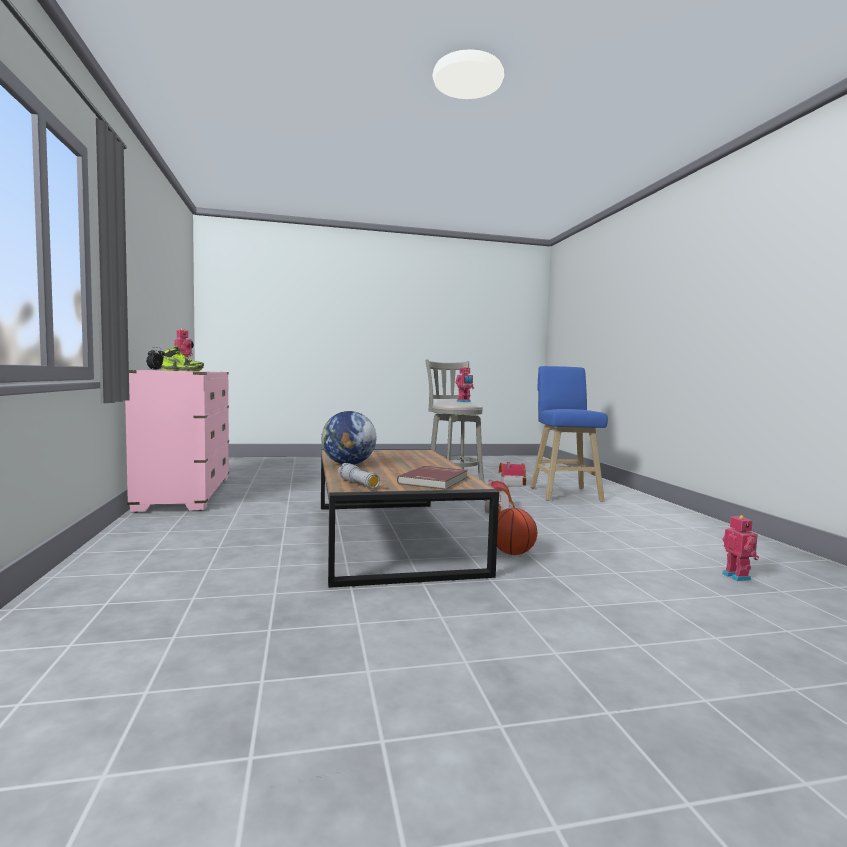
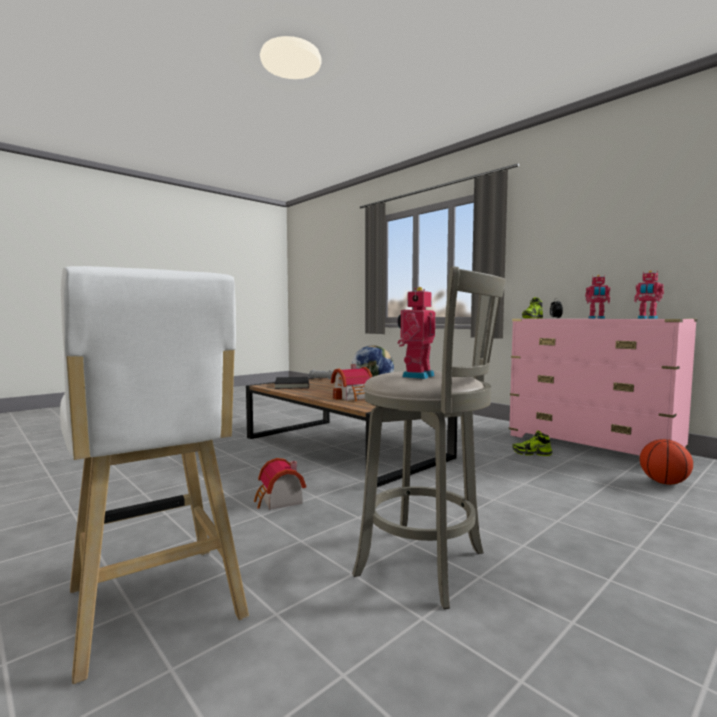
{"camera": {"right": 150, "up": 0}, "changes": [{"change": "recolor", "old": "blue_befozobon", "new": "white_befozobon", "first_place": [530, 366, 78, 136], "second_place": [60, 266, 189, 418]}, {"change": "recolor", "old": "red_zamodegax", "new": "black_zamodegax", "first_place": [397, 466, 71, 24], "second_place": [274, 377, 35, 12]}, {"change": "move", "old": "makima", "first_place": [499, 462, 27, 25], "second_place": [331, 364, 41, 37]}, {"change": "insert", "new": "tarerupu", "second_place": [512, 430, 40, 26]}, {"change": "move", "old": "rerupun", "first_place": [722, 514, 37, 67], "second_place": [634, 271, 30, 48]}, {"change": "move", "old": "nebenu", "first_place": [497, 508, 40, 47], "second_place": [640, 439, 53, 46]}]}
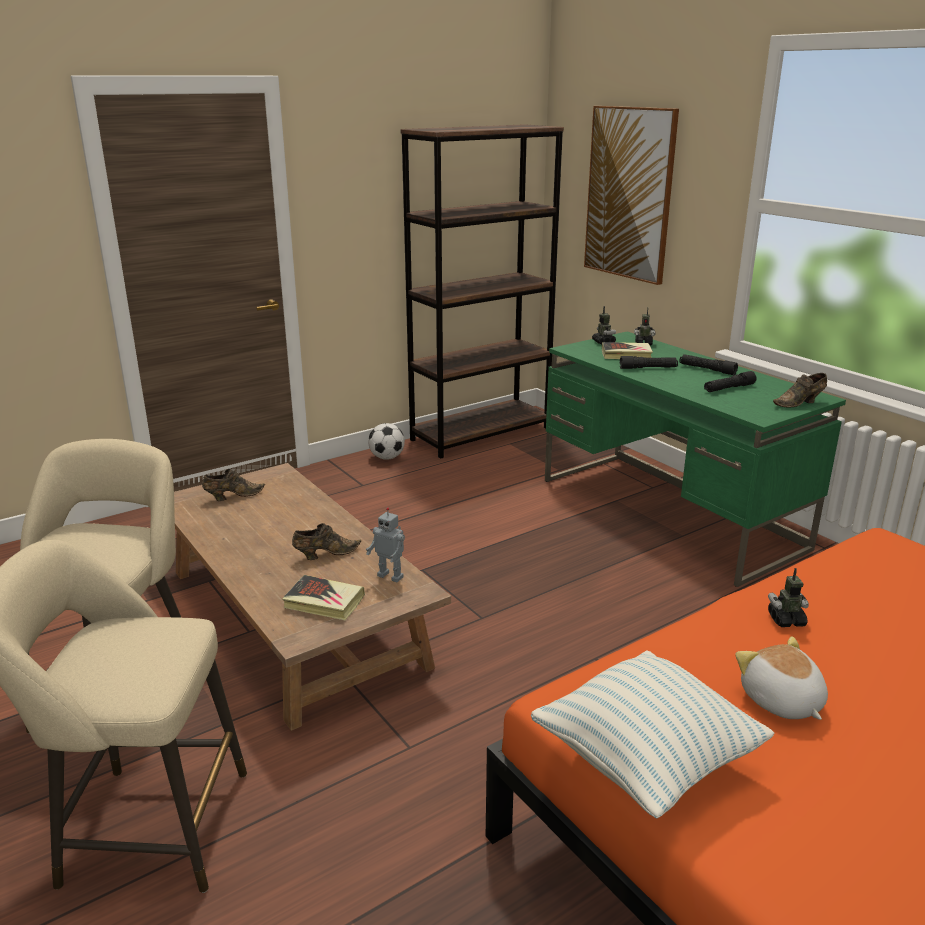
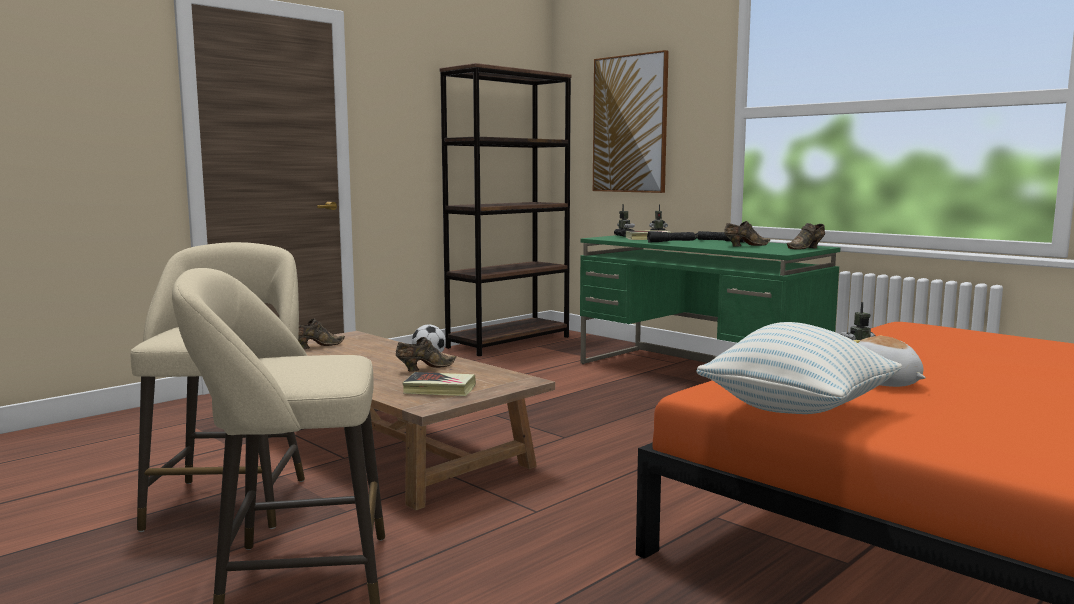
{"camera": {"right": -10, "up": -15}, "changes": [{"change": "replace", "old": "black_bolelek", "new": "brown_tarerupu", "first_place": [704, 371, 53, 21], "second_place": [724, 221, 47, 25]}, {"change": "delete", "old": "rerupun", "first_place": [366, 507, 39, 75]}]}
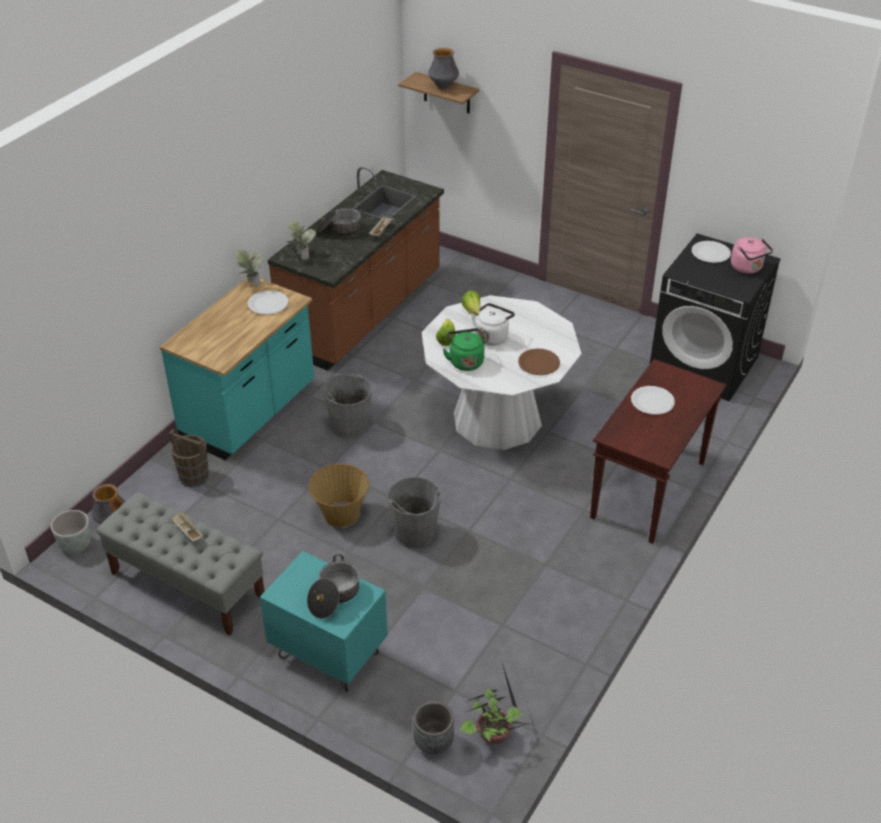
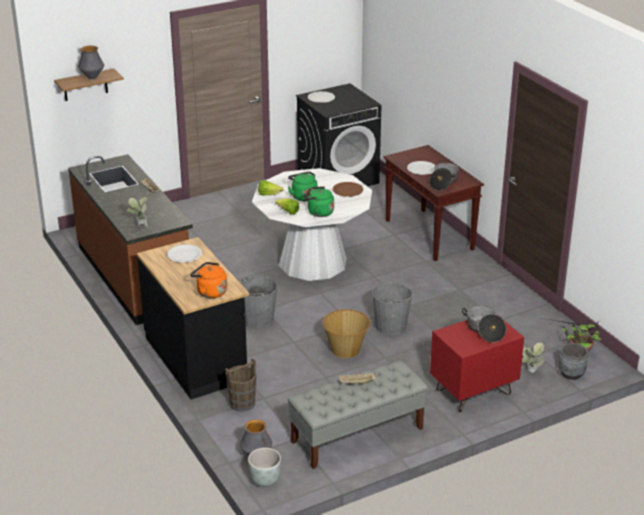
{"camera": {"right": -60, "up": -10}, "changes": [{"change": "recolor", "old": "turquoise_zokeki", "new": "black_zokeki", "first_place": [160, 278, 154, 182], "second_place": [137, 237, 112, 162]}, {"change": "insert", "new": "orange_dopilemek", "second_place": [190, 262, 37, 36]}, {"change": "recolor", "old": "white_dopilemek", "new": "green_dopilemek", "first_place": [471, 303, 44, 43], "second_place": [288, 171, 29, 30]}, {"change": "move", "old": "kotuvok", "first_place": [315, 207, 48, 29], "second_place": [429, 160, 30, 30]}, {"change": "recolor", "old": "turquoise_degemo", "new": "red_degemo", "first_place": [260, 551, 128, 141], "second_place": [430, 316, 94, 96]}, {"change": "move", "old": "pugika", "first_place": [236, 249, 27, 38], "second_place": [522, 342, 23, 31]}, {"change": "delete", "old": "pink_dopilemek", "first_place": [731, 237, 42, 37]}]}
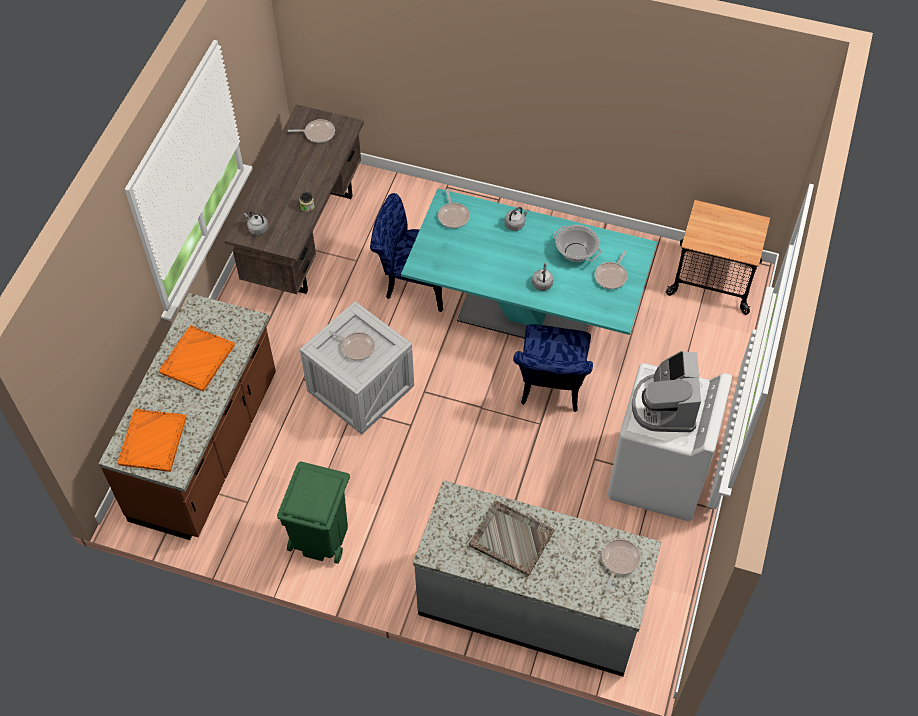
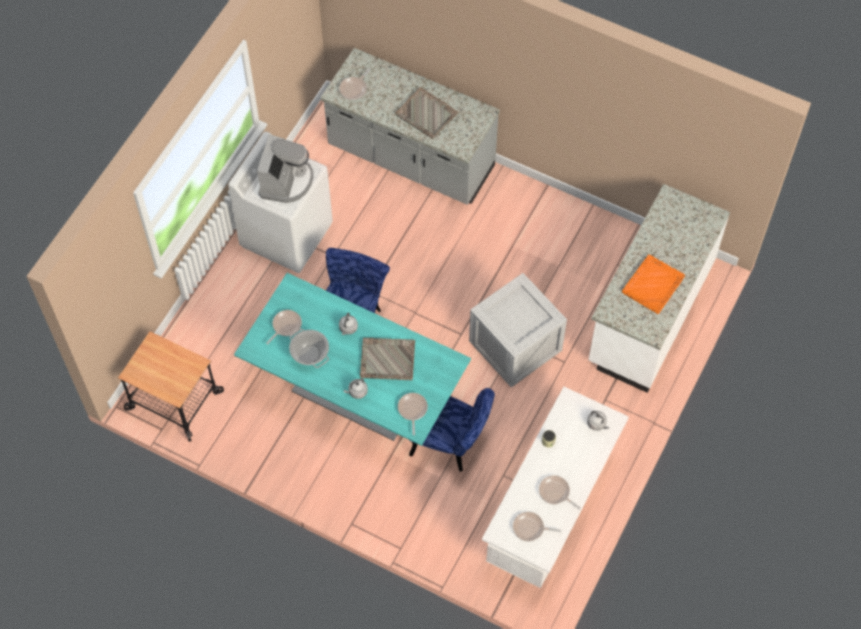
{"camera": {"right": -170, "up": 5}, "changes": [{"change": "insert", "new": "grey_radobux", "second_place": [360, 338, 55, 42]}, {"change": "recolor", "old": "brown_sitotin", "new": "white_sitotin", "first_place": [224, 104, 140, 190], "second_place": [482, 387, 147, 201]}, {"change": "move", "old": "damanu", "first_place": [328, 330, 47, 31], "second_place": [539, 475, 42, 35]}, {"change": "recolor", "old": "brown_zokeki", "new": "white_zokeki", "first_place": [98, 293, 178, 247], "second_place": [588, 184, 142, 209]}, {"change": "delete", "old": "orange_radobux", "first_place": [118, 409, 69, 63]}, {"change": "delete", "old": "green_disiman", "first_place": [277, 461, 73, 103]}]}
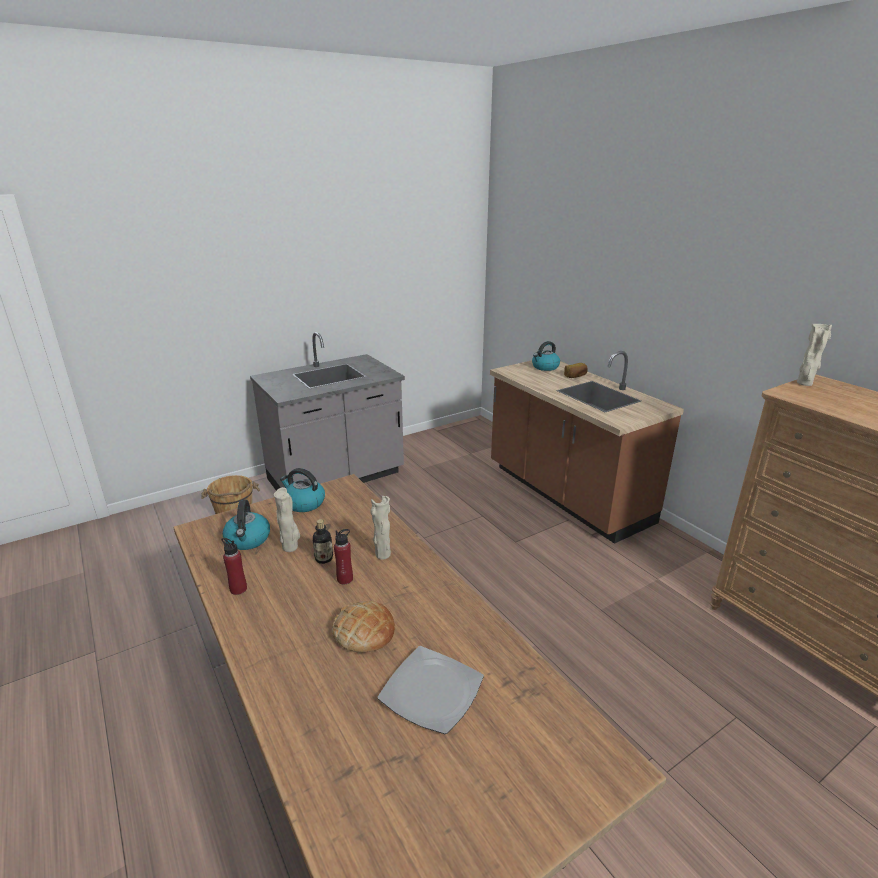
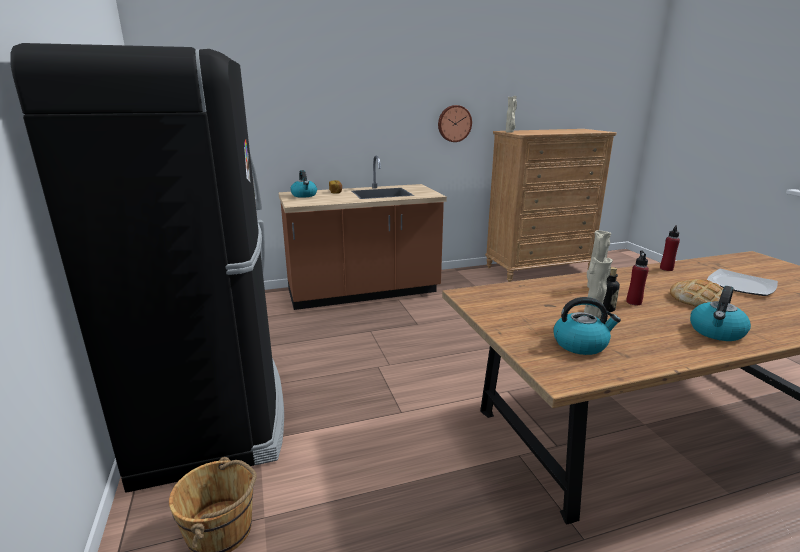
{"camera": {"right": -75, "up": -5}, "changes": [{"change": "replace", "old": "grey_zokeki", "new": "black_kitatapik", "first_place": [250, 332, 155, 159], "second_place": [10, 43, 274, 449]}, {"change": "insert", "new": "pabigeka", "second_place": [438, 105, 34, 37]}, {"change": "move", "old": "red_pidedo", "first_place": [221, 538, 26, 57], "second_place": [660, 225, 20, 46]}, {"change": "move", "old": "dopilemek", "first_place": [280, 468, 45, 44], "second_place": [690, 286, 61, 55]}]}
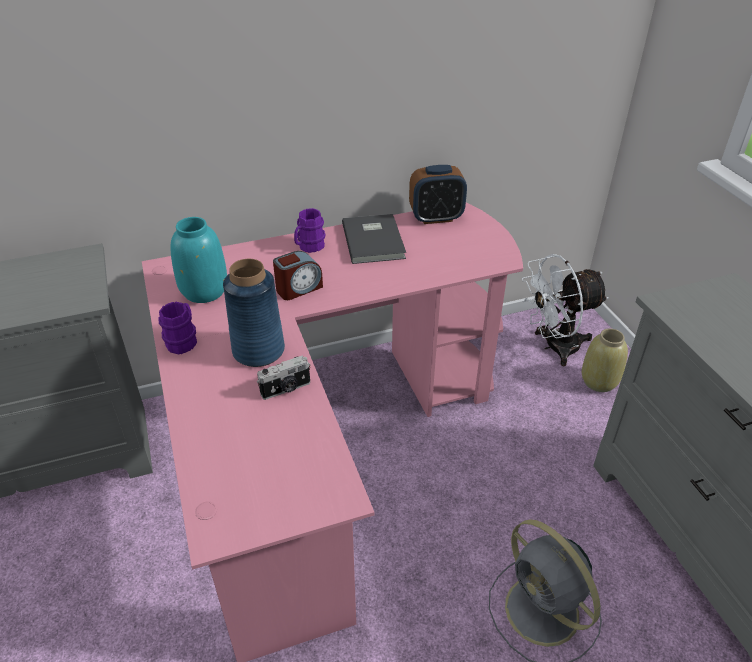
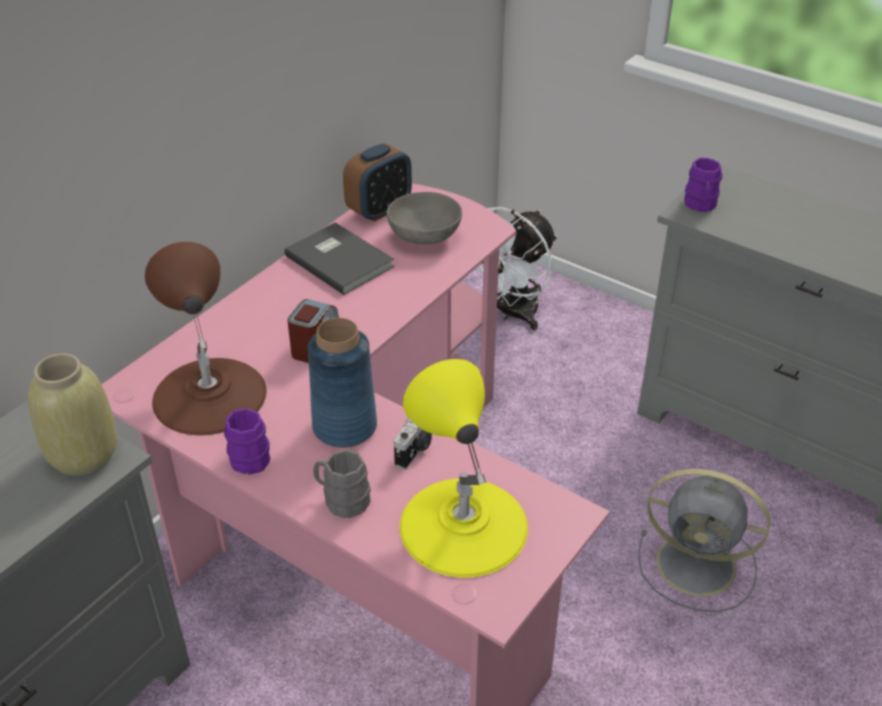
{"camera": {"right": -35, "up": 0}, "changes": [{"change": "move", "old": "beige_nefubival", "first_place": [582, 328, 46, 64], "second_place": [28, 353, 89, 122]}, {"change": "replace", "old": "turquoise_nefubival", "new": "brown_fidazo", "first_place": [171, 217, 56, 86], "second_place": [145, 242, 122, 193]}, {"change": "insert", "new": "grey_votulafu", "second_place": [313, 450, 58, 68]}, {"change": "insert", "new": "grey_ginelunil", "second_place": [387, 192, 75, 52]}, {"change": "insert", "new": "yellow_fidazo", "second_place": [400, 359, 128, 219]}, {"change": "move", "old": "purple_votulafu", "first_place": [294, 208, 31, 45], "second_place": [684, 158, 39, 54]}]}
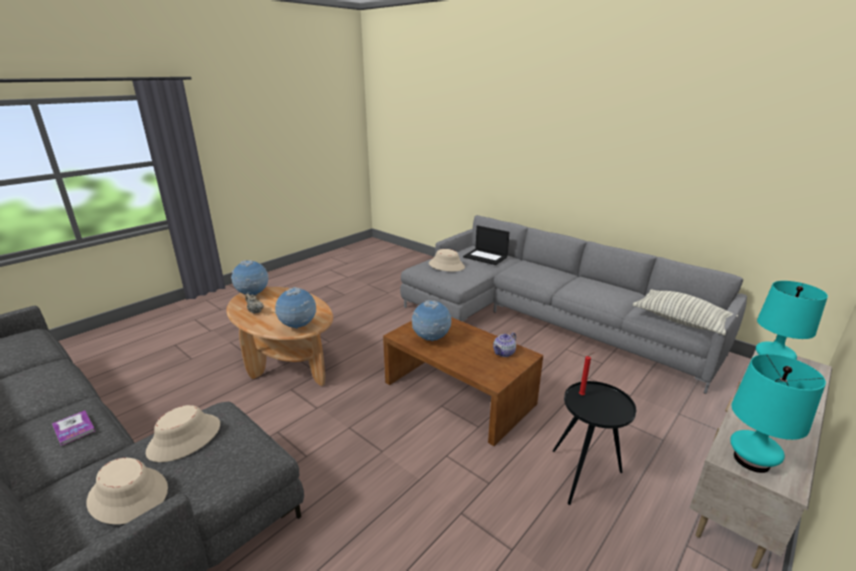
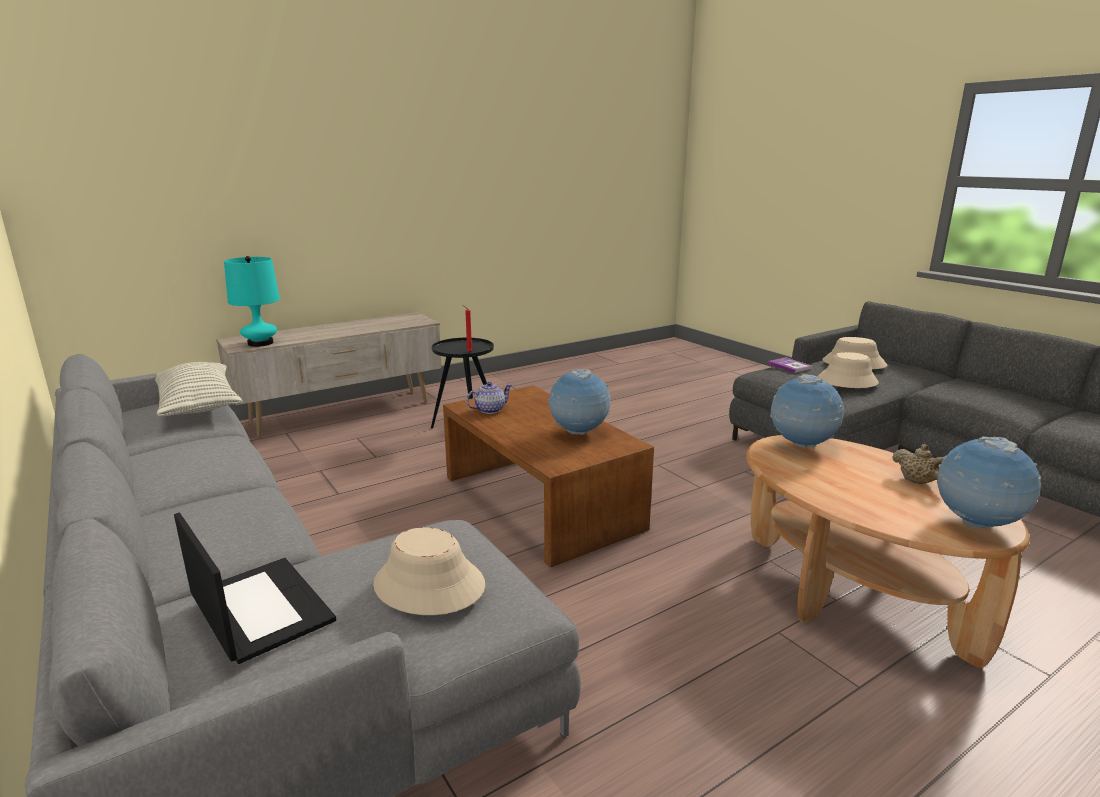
{"camera": {"right": -165, "up": -5}, "changes": [{"change": "move", "old": "zamodegax", "first_place": [52, 410, 43, 36], "second_place": [768, 357, 44, 16]}, {"change": "delete", "old": "turquoise_fidazo", "first_place": [730, 354, 96, 119]}]}
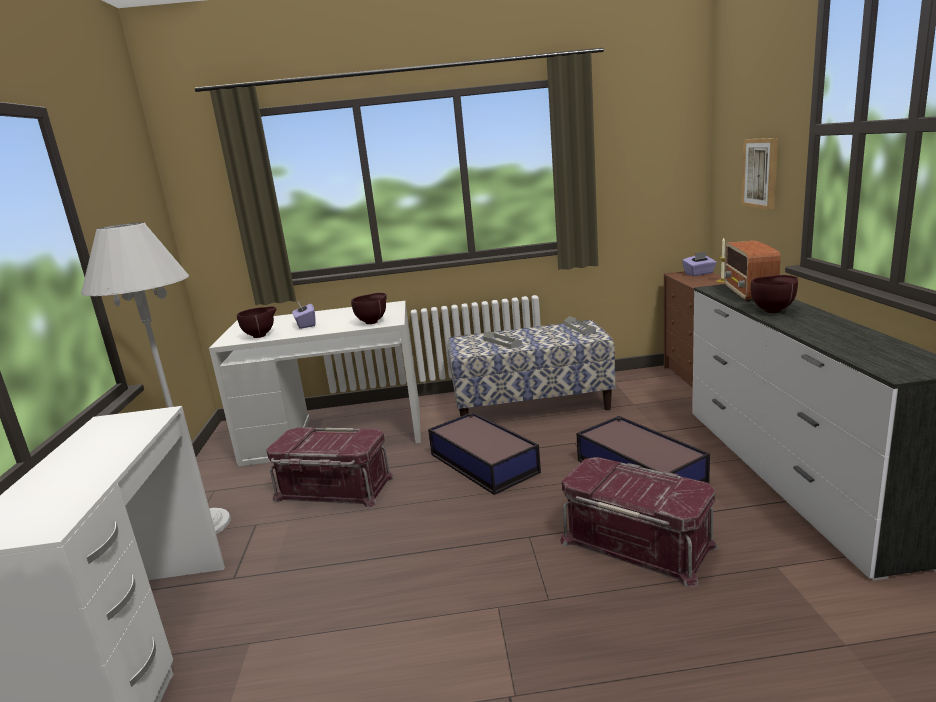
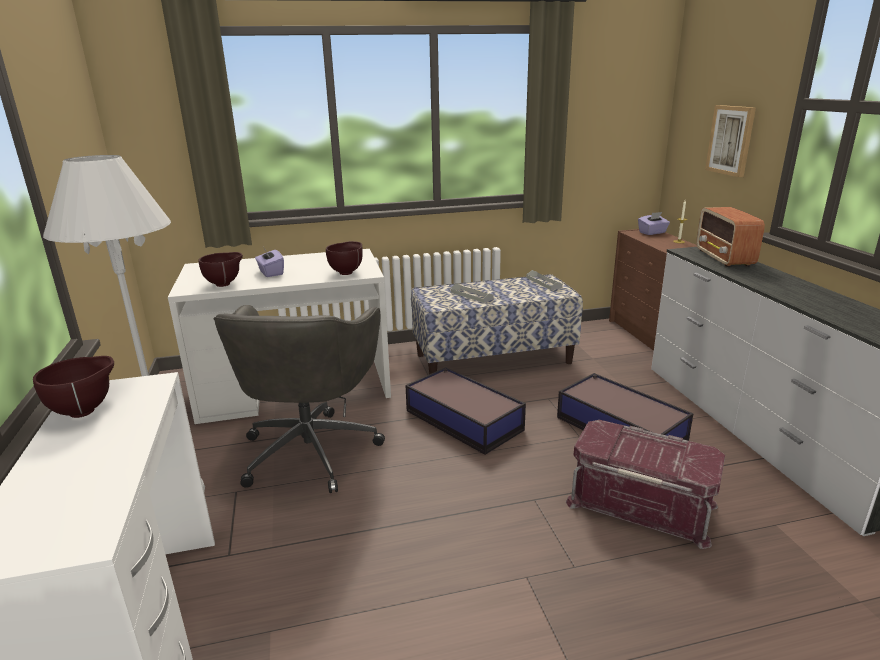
{"camera": {"right": -10, "up": 5}, "changes": [{"change": "move", "old": "brown_ginelunil", "first_place": [751, 275, 47, 38], "second_place": [33, 356, 81, 62]}, {"change": "replace", "old": "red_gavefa", "new": "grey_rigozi", "first_place": [266, 427, 128, 81], "second_place": [213, 305, 172, 188]}]}
